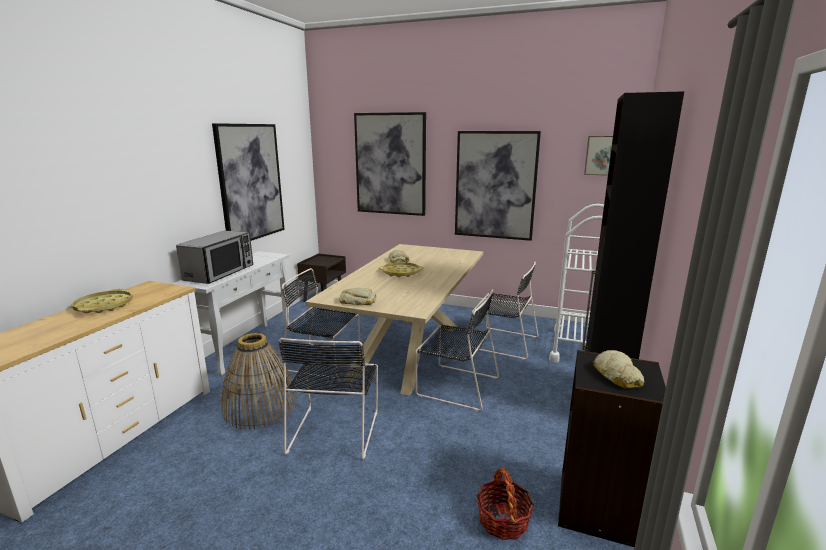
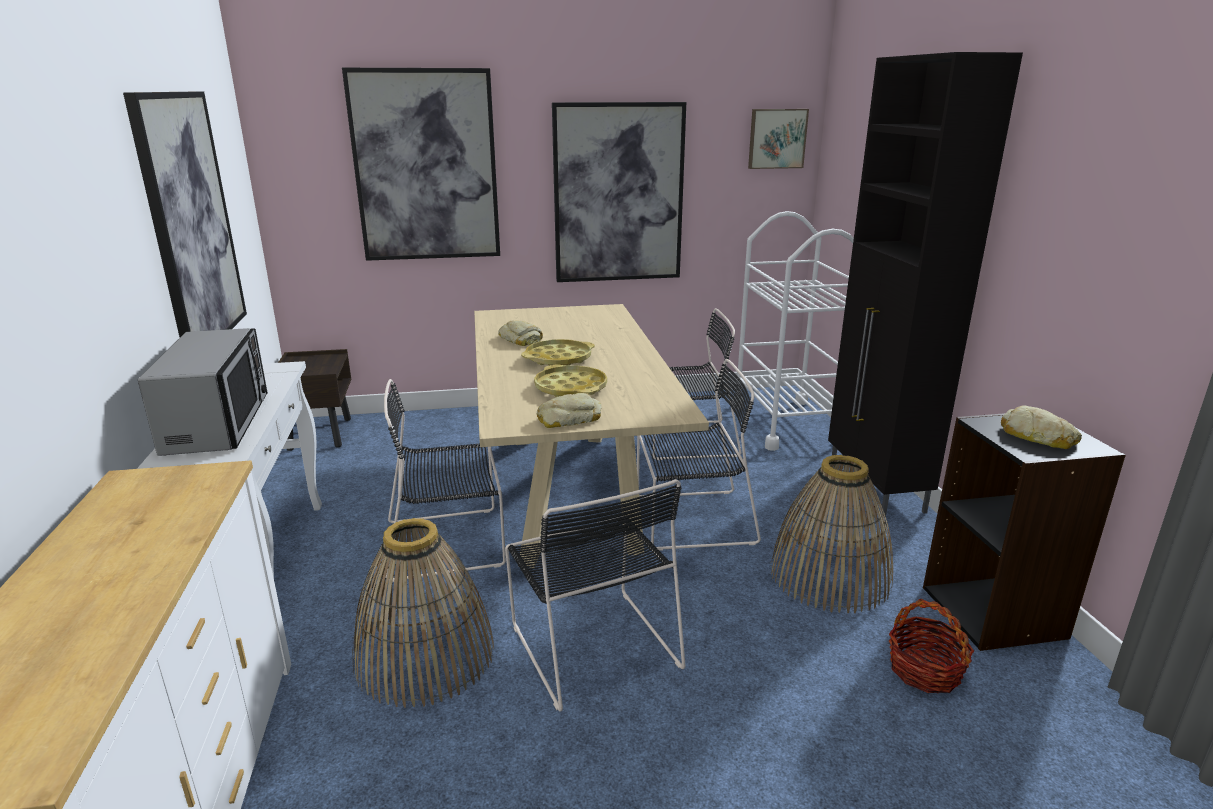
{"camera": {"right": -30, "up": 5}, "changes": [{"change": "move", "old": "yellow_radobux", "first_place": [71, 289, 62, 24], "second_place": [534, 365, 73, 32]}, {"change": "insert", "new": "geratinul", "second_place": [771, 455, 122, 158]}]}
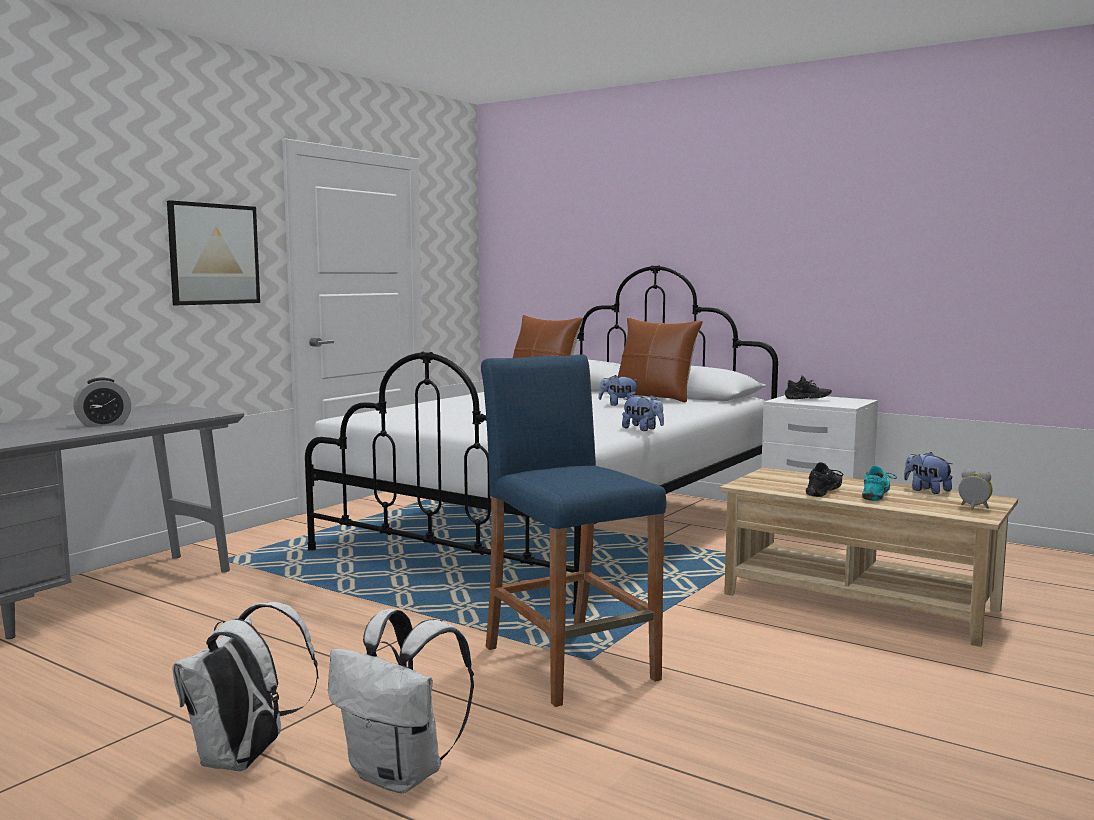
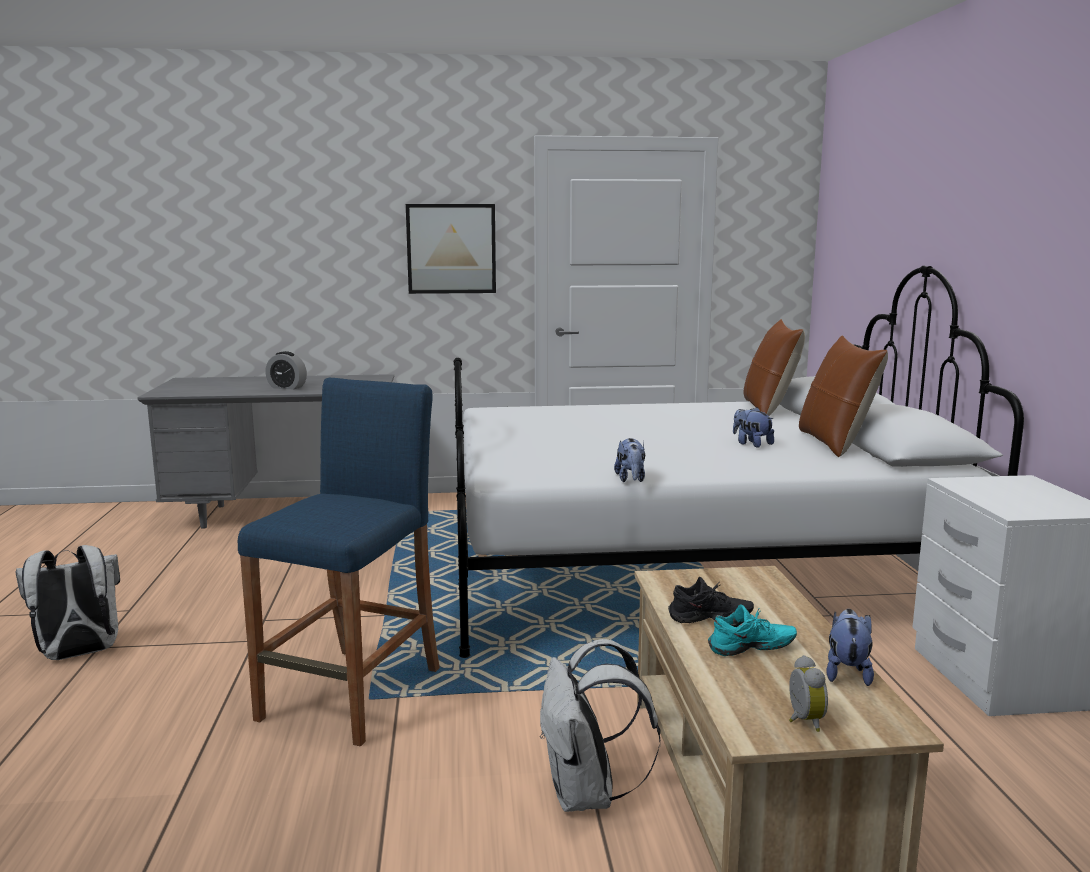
{"camera": {"right": 50, "up": 5}, "changes": [{"change": "move", "old": "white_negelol", "first_place": [328, 609, 146, 184], "second_place": [540, 639, 120, 173]}, {"change": "delete", "old": "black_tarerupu", "first_place": [785, 375, 47, 24]}]}
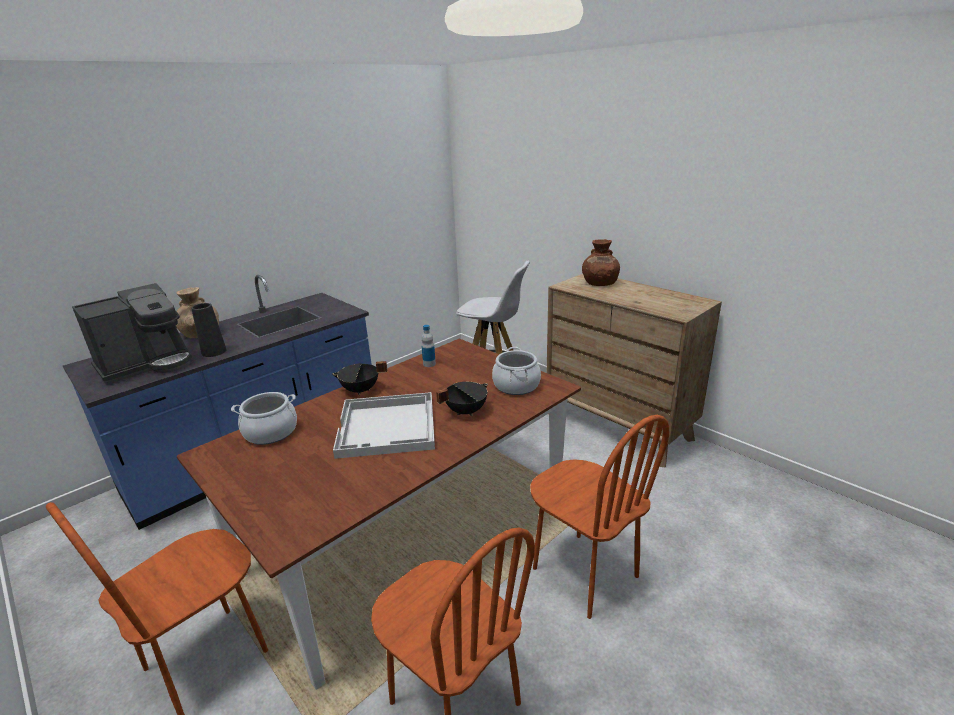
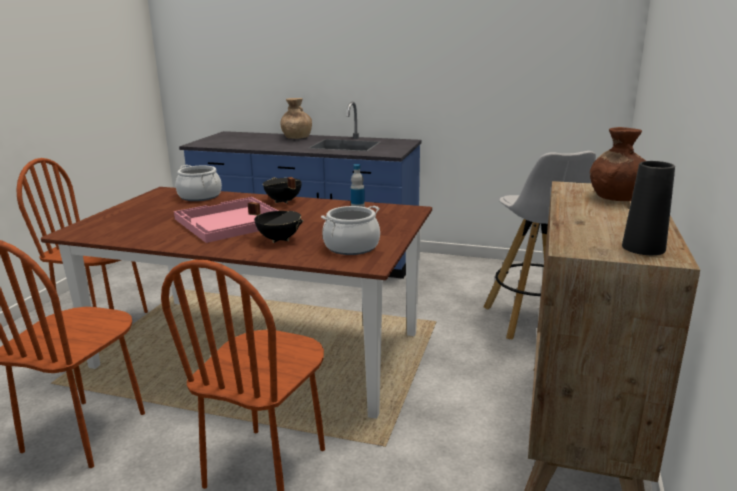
{"camera": {"right": 60, "up": -5}, "changes": [{"change": "recolor", "old": "white_radobux", "new": "pink_radobux", "first_place": [333, 392, 102, 67], "second_place": [174, 197, 105, 46]}, {"change": "move", "old": "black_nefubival", "first_place": [191, 303, 36, 54], "second_place": [622, 161, 53, 94]}, {"change": "delete", "old": "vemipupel", "first_place": [72, 283, 120, 101]}]}
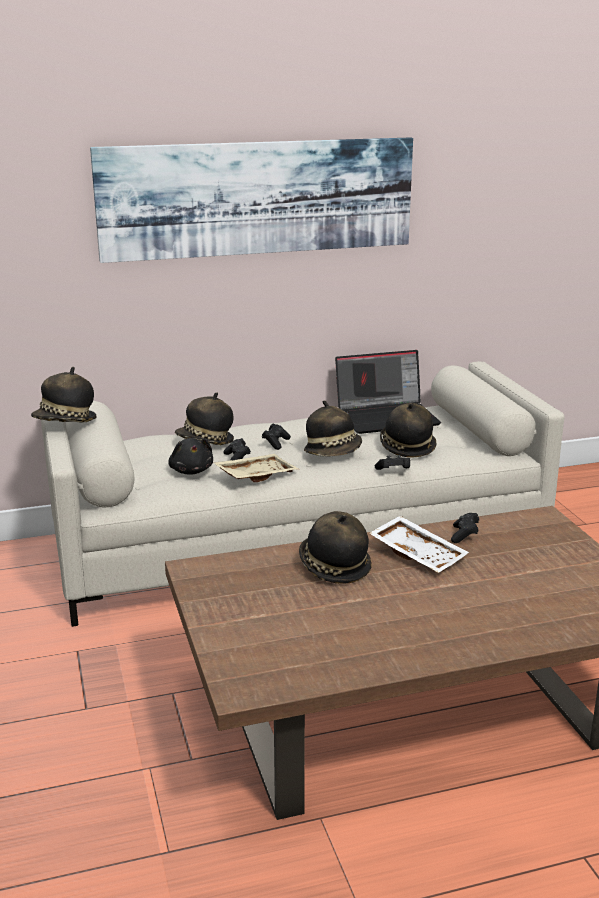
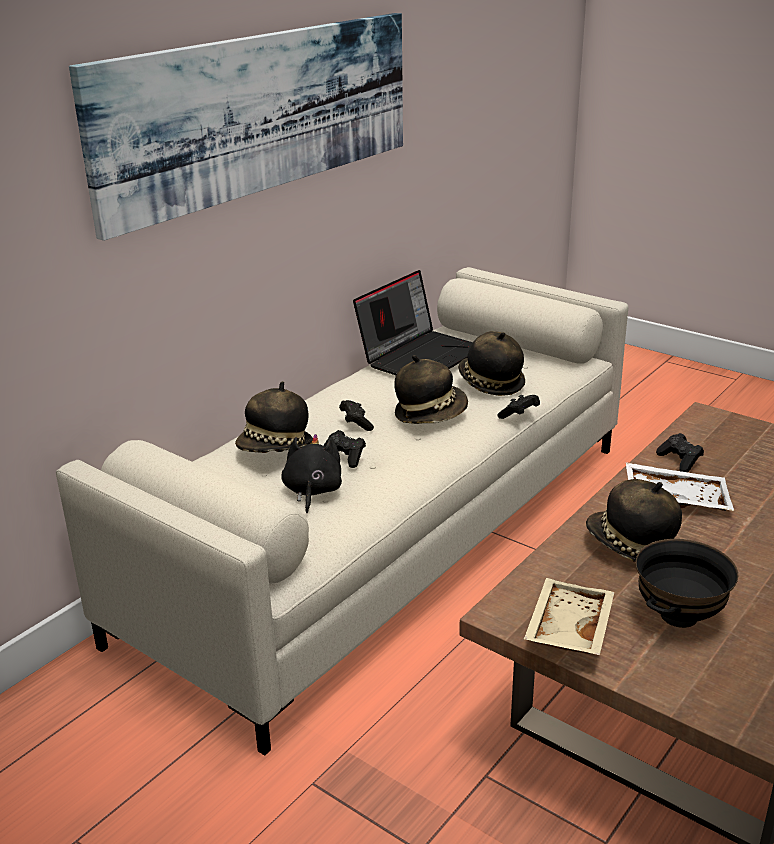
{"camera": {"right": -35, "up": 5}, "changes": [{"change": "rotate", "old": "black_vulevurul", "first_place": [168, 438, 45, 37], "second_place": [281, 434, 61, 79], "degrees": -120}, {"change": "move", "old": "beige_radobux", "first_place": [213, 454, 86, 28], "second_place": [524, 578, 90, 77]}, {"change": "insert", "new": "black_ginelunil", "second_place": [636, 539, 102, 89]}, {"change": "delete", "old": "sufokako", "first_place": [31, 367, 65, 55]}]}
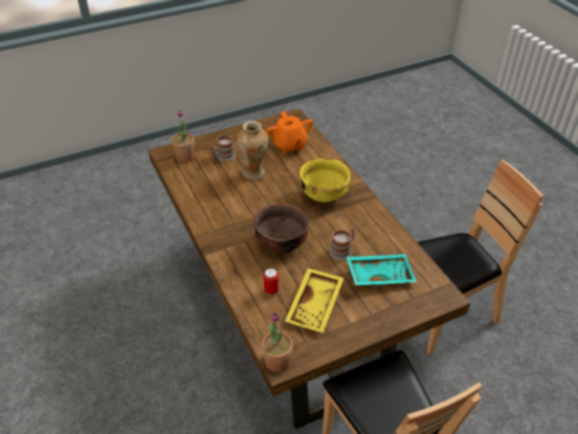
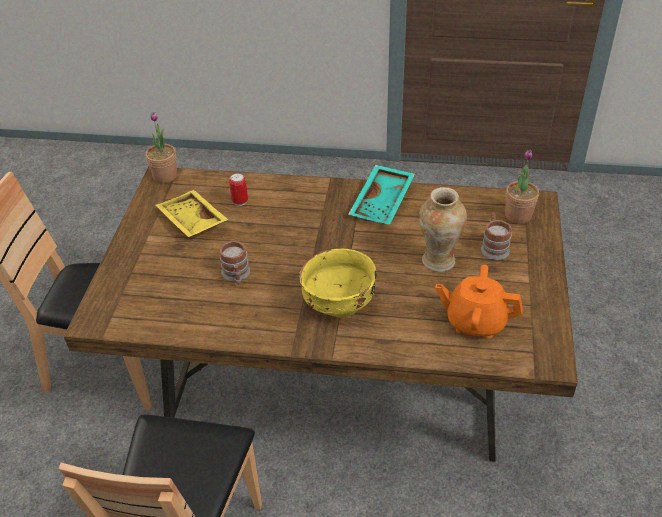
{"camera": {"right": 125, "up": 0}, "changes": [{"change": "move", "old": "turquoise_radobux", "first_place": [346, 254, 71, 32], "second_place": [348, 165, 67, 60]}, {"change": "delete", "old": "brown_ginelunil", "first_place": [254, 204, 55, 50]}]}
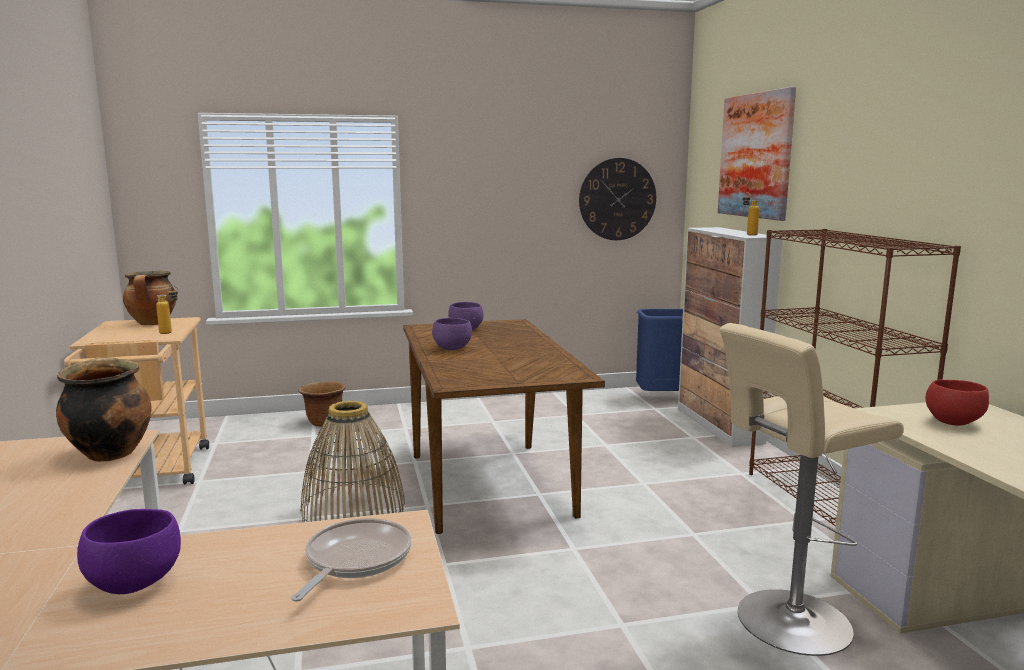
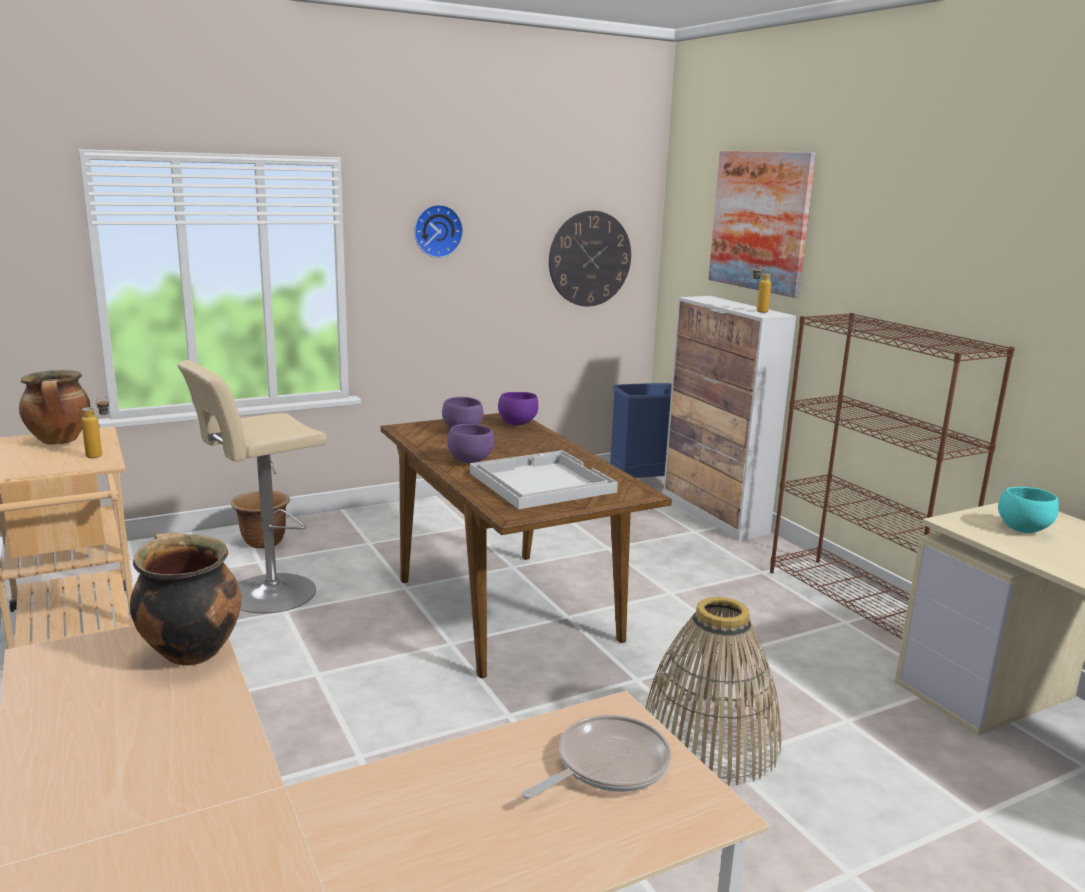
{"camera": {"right": -15, "up": 5}, "changes": [{"change": "move", "old": "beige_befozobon", "first_place": [719, 323, 185, 333], "second_place": [177, 360, 150, 253]}, {"change": "insert", "new": "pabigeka", "second_place": [414, 204, 49, 54]}, {"change": "insert", "new": "white_radobux", "second_place": [470, 450, 148, 59]}, {"change": "move", "old": "purple_ginelunil", "first_place": [77, 509, 104, 85], "second_place": [498, 392, 40, 33]}, {"change": "rotate", "old": "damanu", "first_place": [291, 518, 121, 84], "second_place": [522, 715, 149, 84], "degrees": 45}, {"change": "move", "old": "geratinul", "first_place": [300, 401, 105, 121], "second_place": [645, 597, 136, 189]}, {"change": "recolor", "old": "red_ginelunil", "new": "turquoise_ginelunil", "first_place": [925, 380, 64, 46], "second_place": [998, 487, 61, 46]}]}
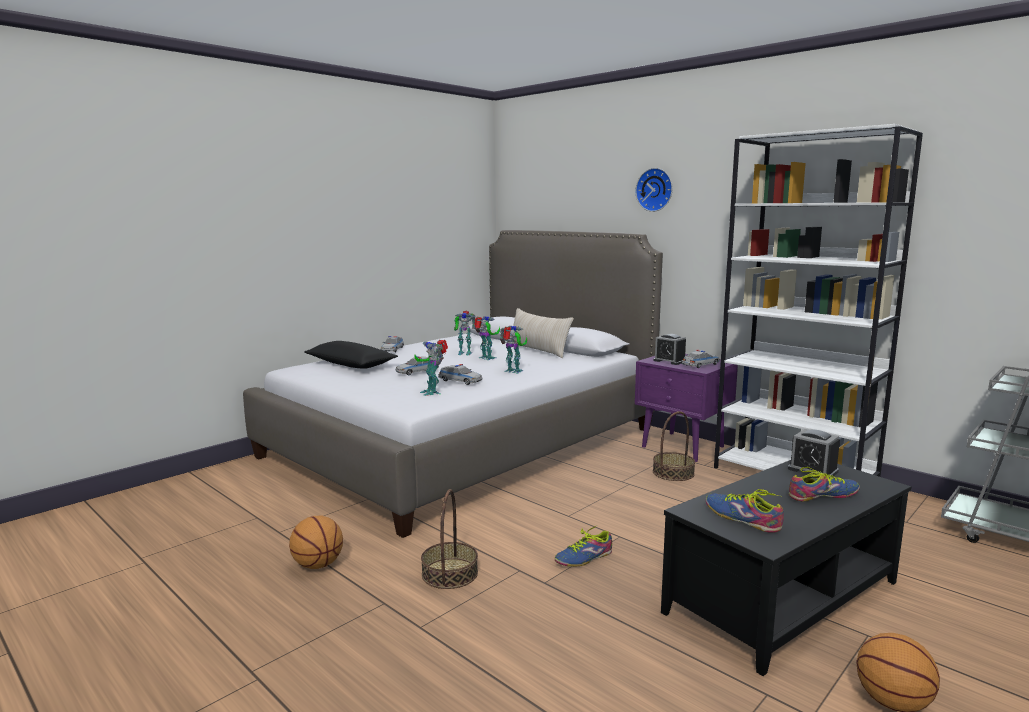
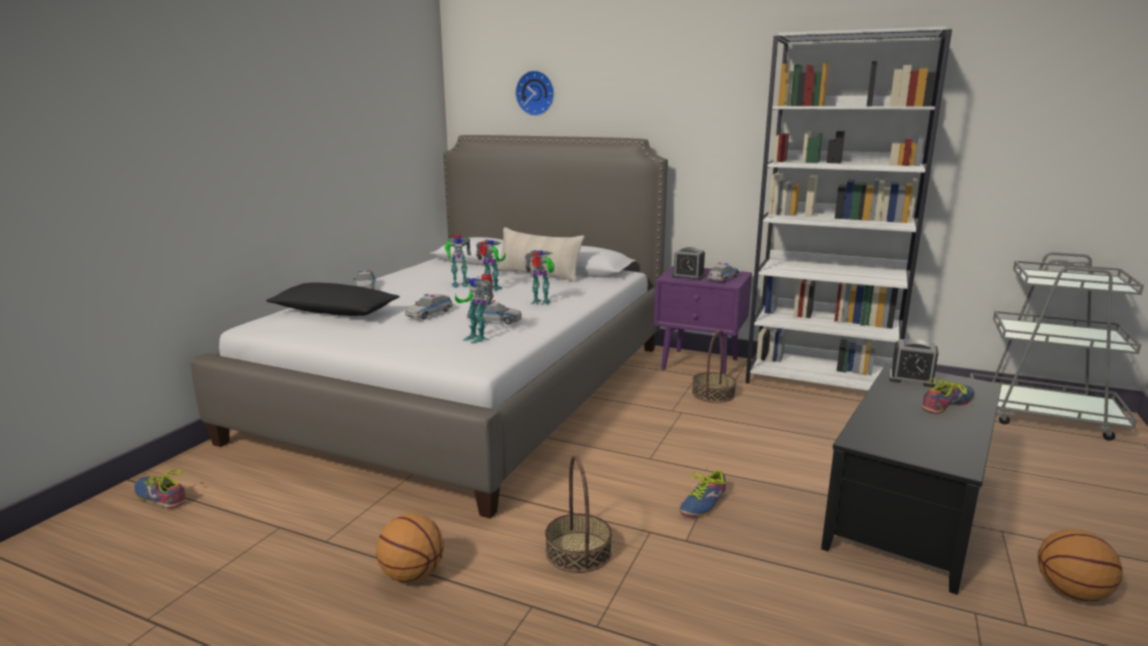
{"camera": {"right": -20, "up": 5}, "changes": [{"change": "move", "old": "tarerupu", "first_place": [706, 489, 78, 44], "second_place": [134, 470, 52, 38]}, {"change": "move", "old": "pabigeka", "first_place": [635, 168, 38, 44], "second_place": [515, 70, 39, 46]}]}
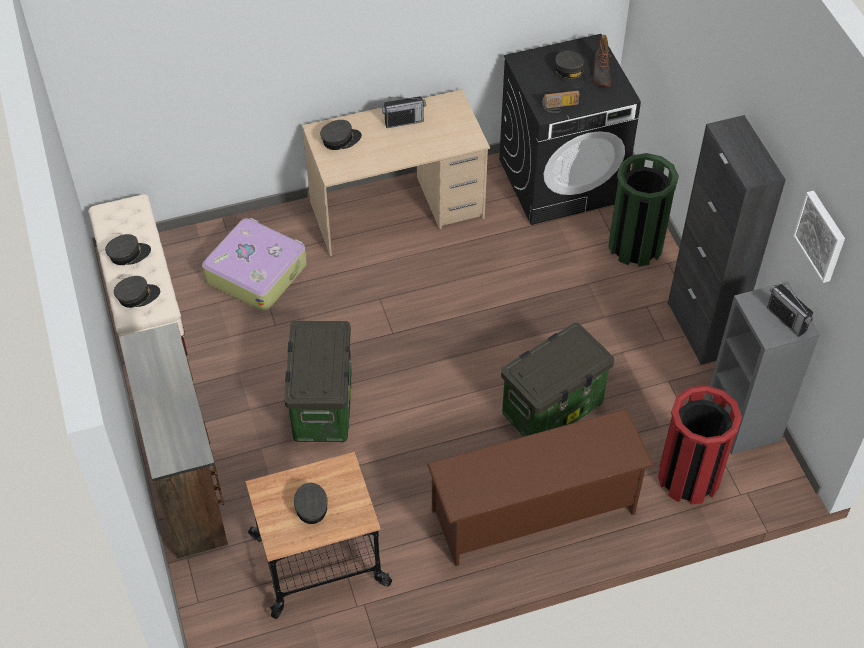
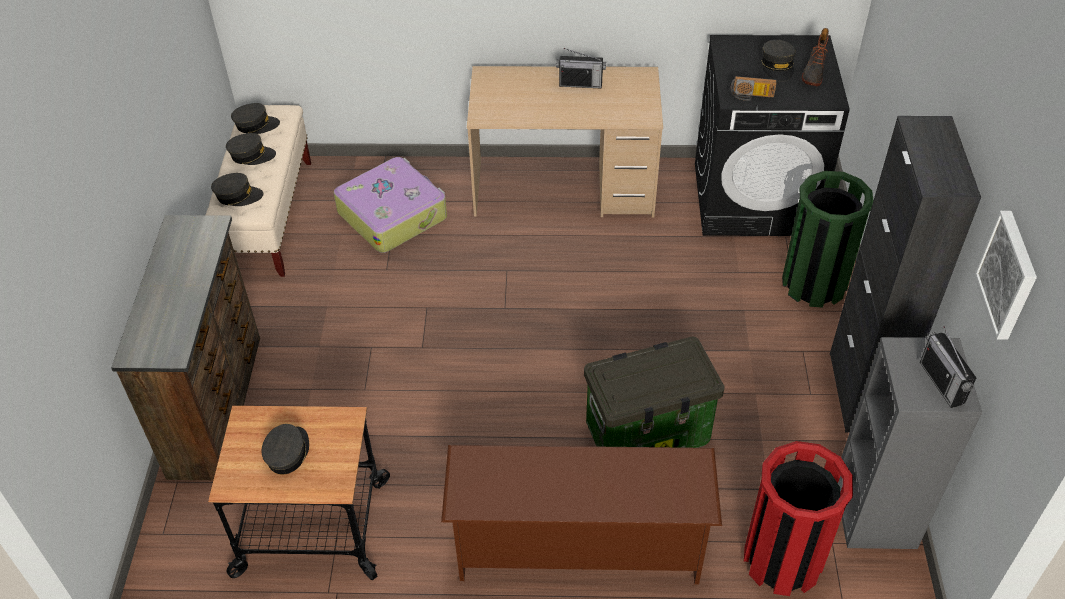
{"camera": {"right": 20, "up": -5}, "changes": [{"change": "move", "old": "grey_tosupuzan", "first_place": [320, 120, 42, 30], "second_place": [231, 103, 49, 31]}, {"change": "delete", "old": "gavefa", "first_place": [284, 321, 68, 121]}]}
